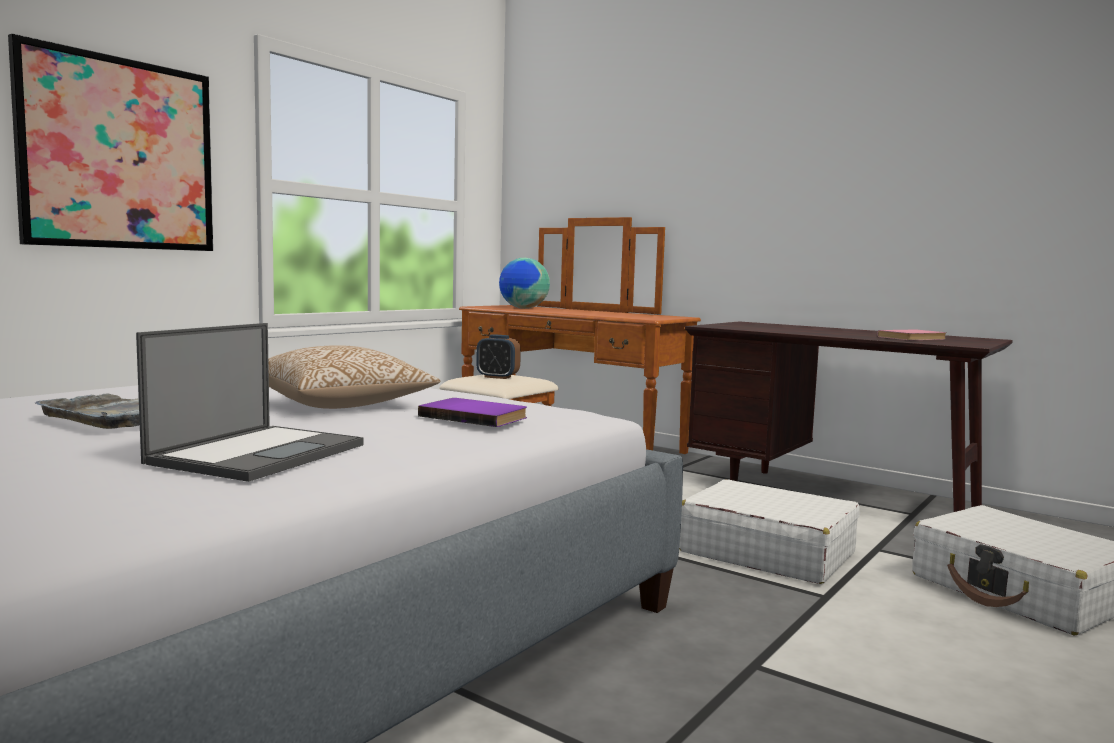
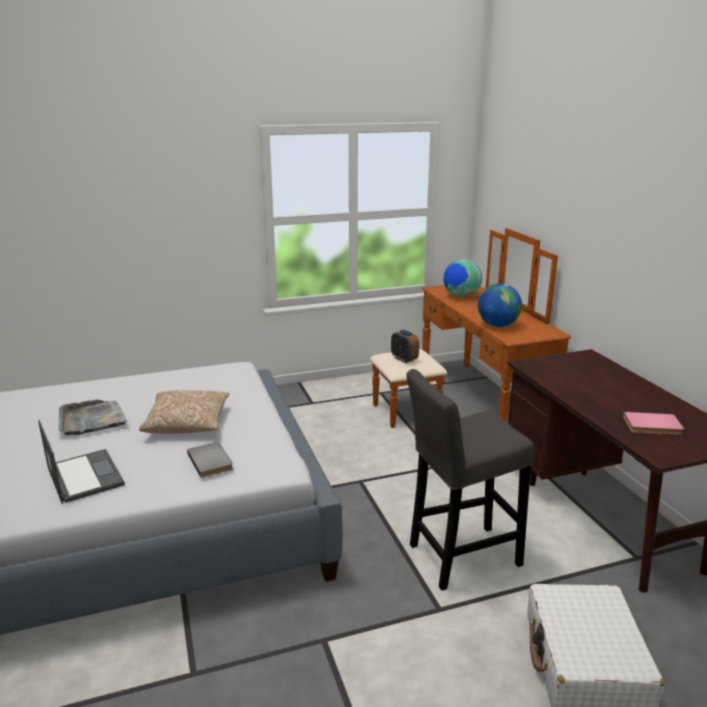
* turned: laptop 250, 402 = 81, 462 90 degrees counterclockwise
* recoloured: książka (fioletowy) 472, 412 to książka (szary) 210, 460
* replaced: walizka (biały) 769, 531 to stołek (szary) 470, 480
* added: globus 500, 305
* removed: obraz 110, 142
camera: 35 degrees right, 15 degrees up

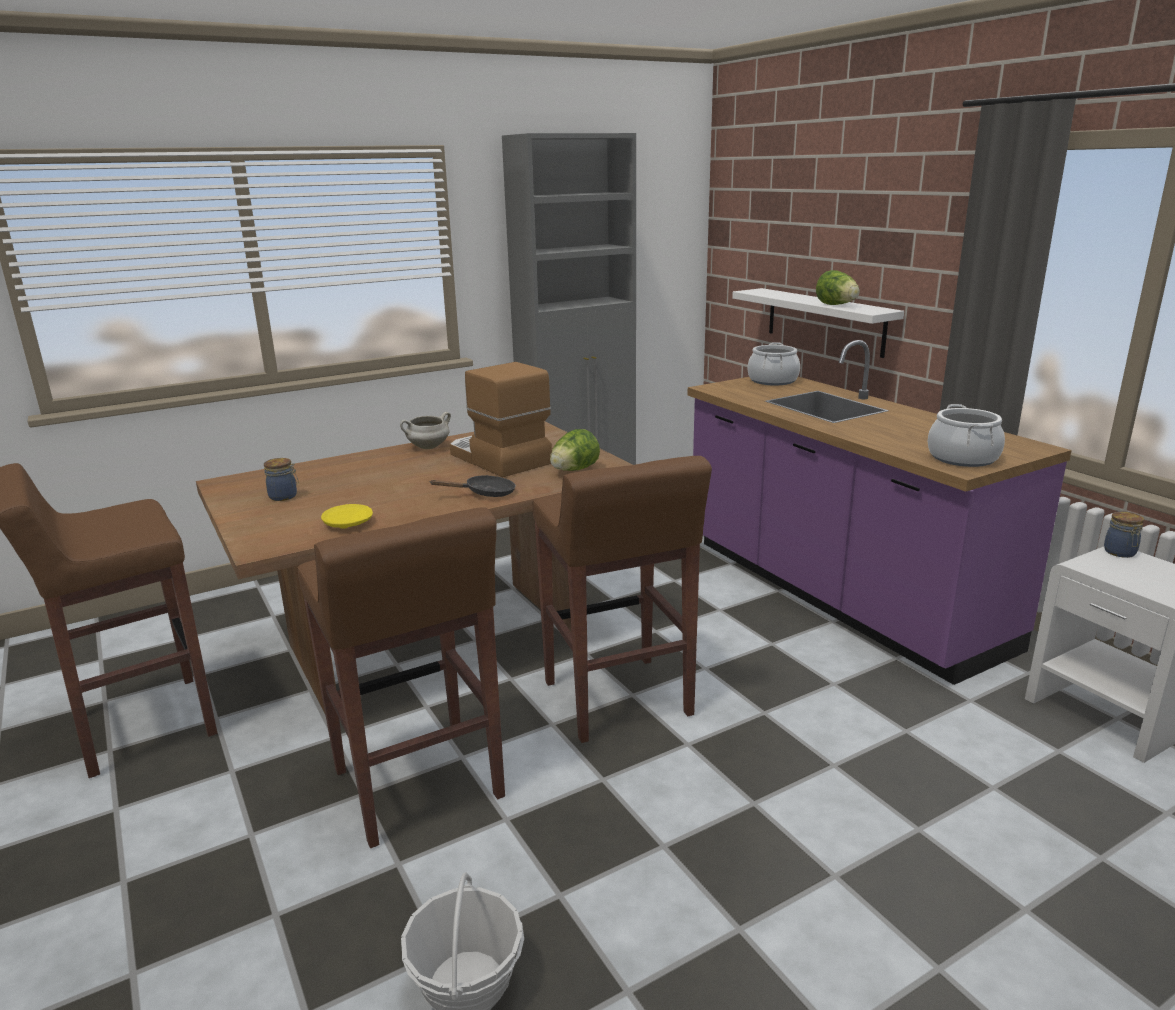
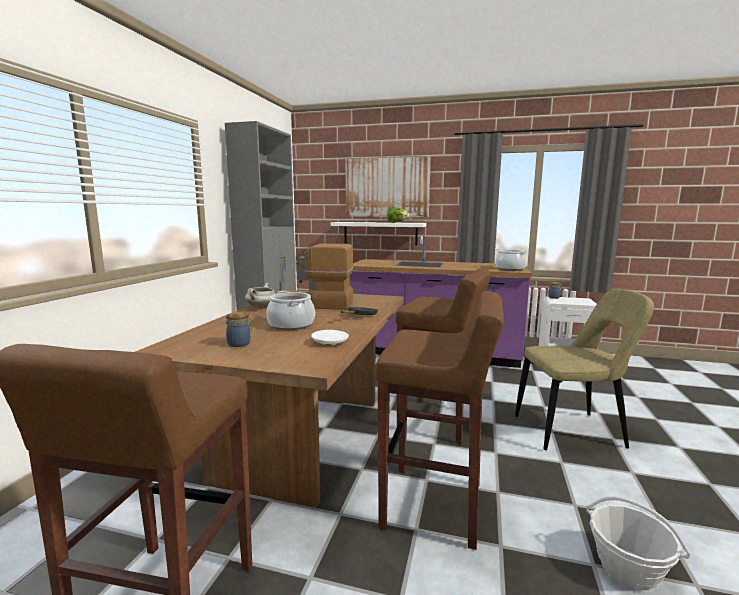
* moved: garnek 774, 364 to 291, 310
* recoloured: talerz (żółty) 347, 516 to talerz (biały) 330, 337
* added: obraz 388, 187
* added: krzesło (beżowy) 584, 370
* removed: sałata 575, 450
camera: 45 degrees left, 10 degrees down

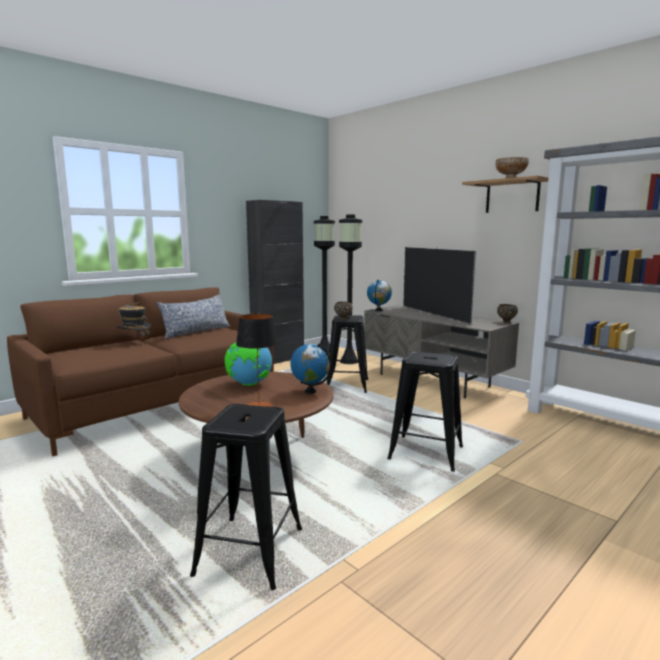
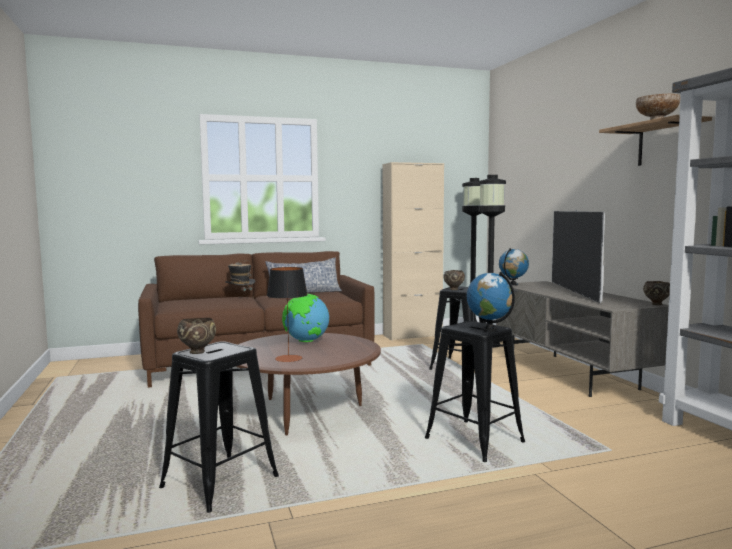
* added: miska (brązowy) 196, 336
* recoloured: szafka (czarny) 275, 282 to szafka (beżowy) 413, 251
* moved: globus 311, 369 to 491, 302
camera: 25 degrees right, 5 degrees down

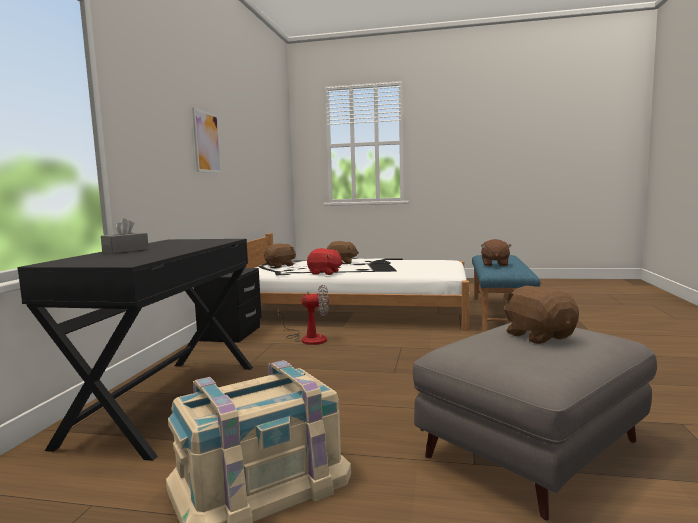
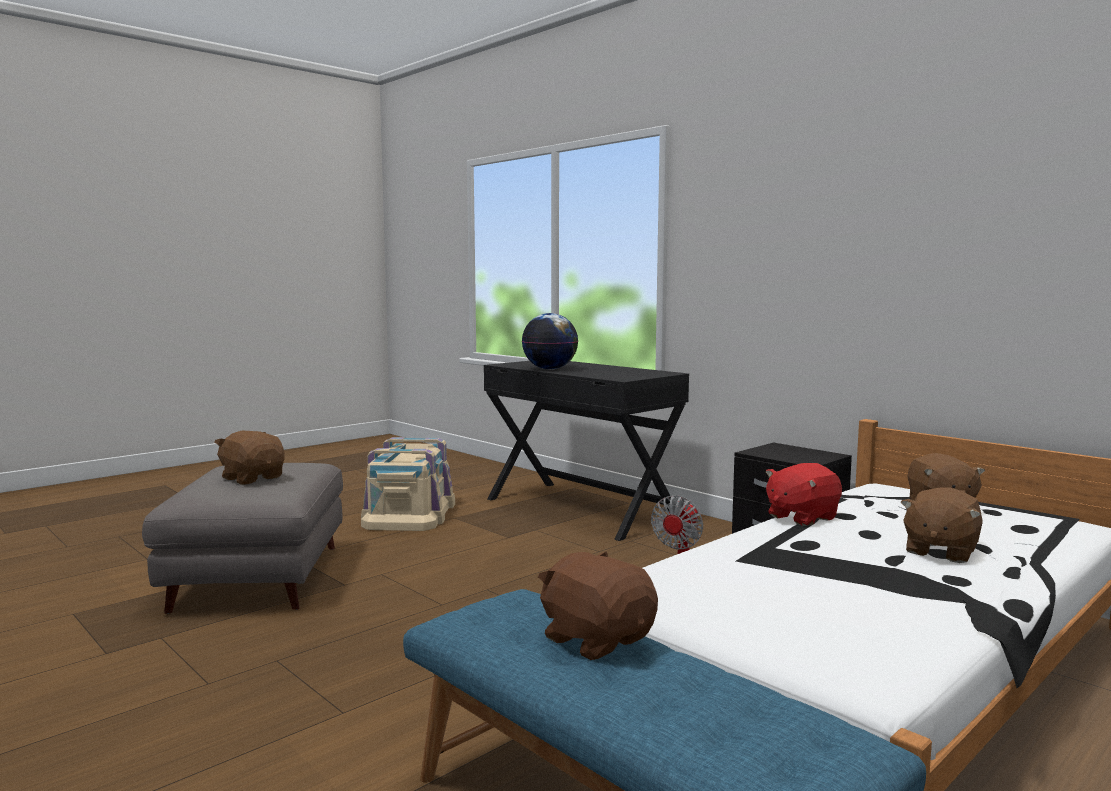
* turned: pluszak (brązowy) 541, 315 = 249, 457 150 degrees counterclockwise
* added: globus 550, 341
* removed: pudełko chusteczek (szary) 125, 236
* removed: obraz 207, 140
camera: 125 degrees right, 0 degrees up

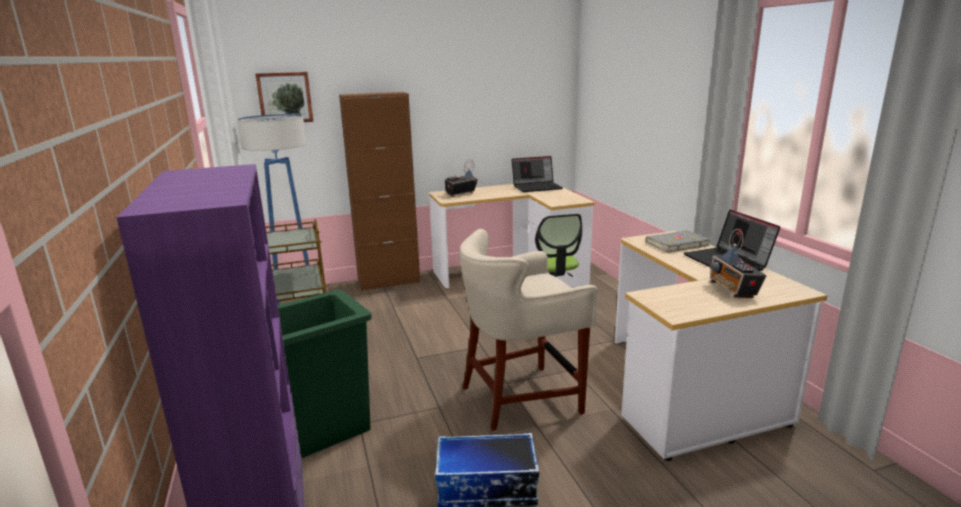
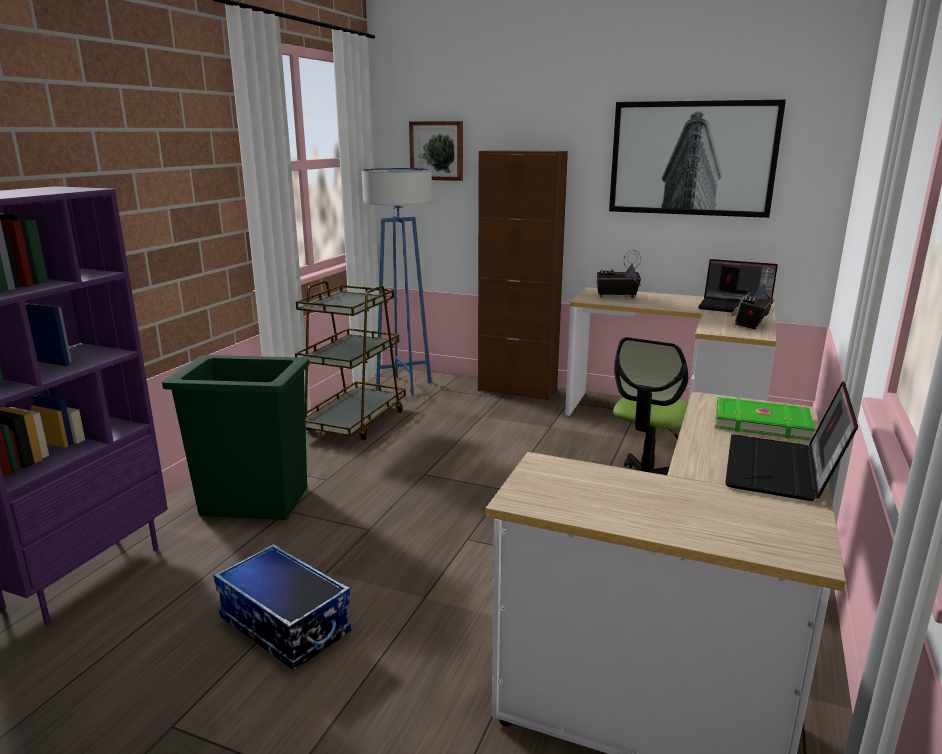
* added: obraz 697, 159
* recoloured: książka (szary) 678, 241 to książka (zielony) 765, 419
* moved: radio 738, 263 to 752, 299
* removed: stołek (beżowy) 529, 330
camera: 40 degrees right, 0 degrees up

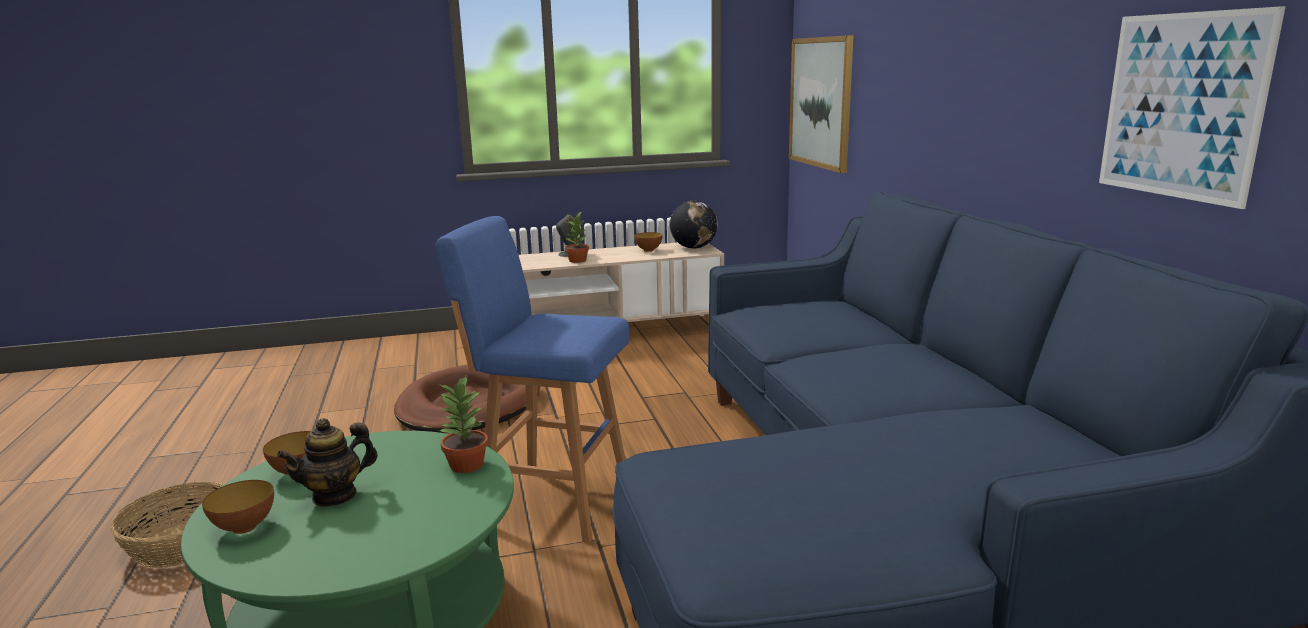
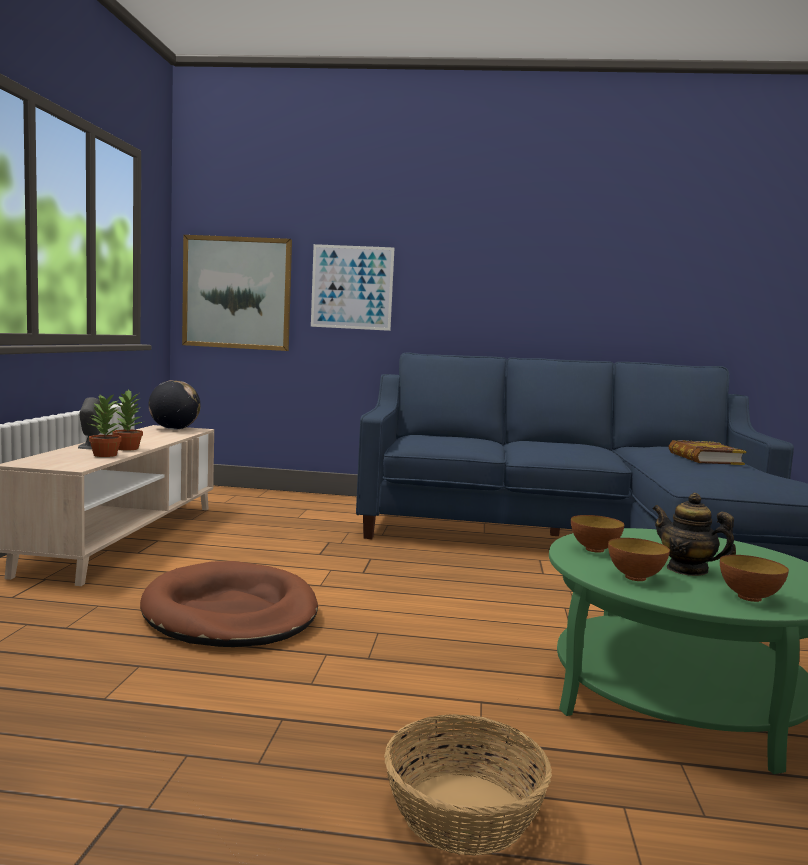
* moved: roślina doniczkowa 462, 424 to 105, 425
* moved: obraz 1192, 107 to 352, 287
* moved: miska 648, 242 to 597, 534
* turned: imbryk 327, 462 = 694, 534 150 degrees clockwise
* added: książka 707, 452
* removed: stołek (niebieski) 533, 379
camera: 70 degrees left, 10 degrees down

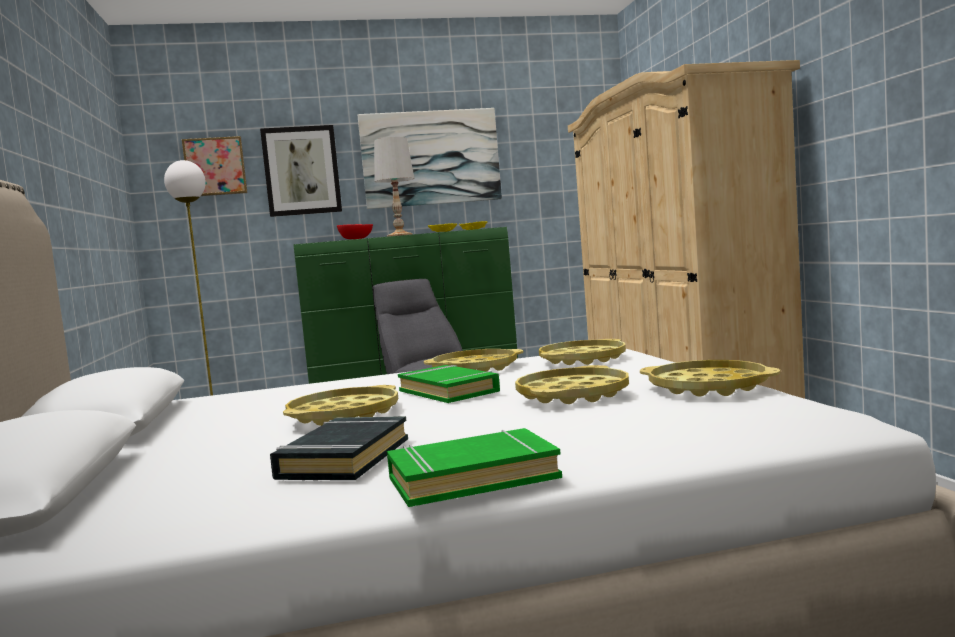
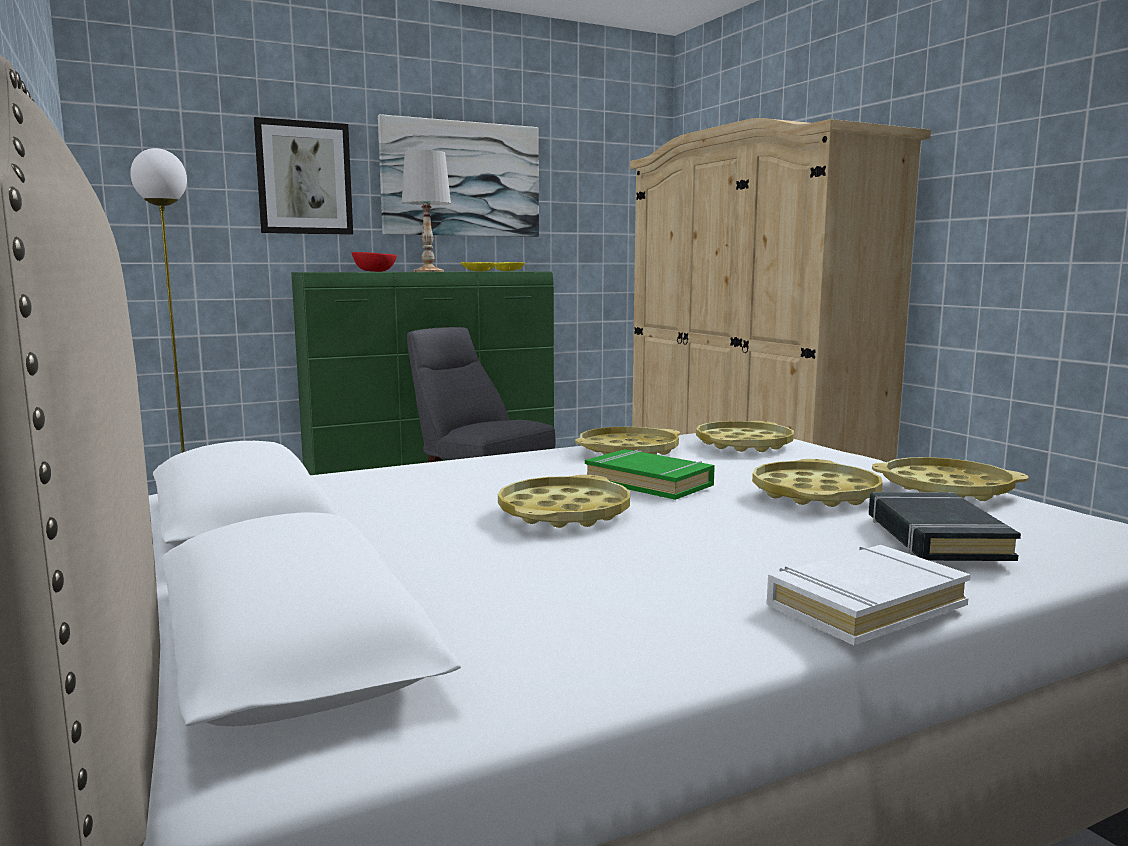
* recoloured: książka (zielony) 474, 467 to książka (biały) 869, 595
* moved: książka (czarny) 339, 448 to 945, 526
* removed: obraz 215, 166
camera: 15 degrees left, 5 degrees up

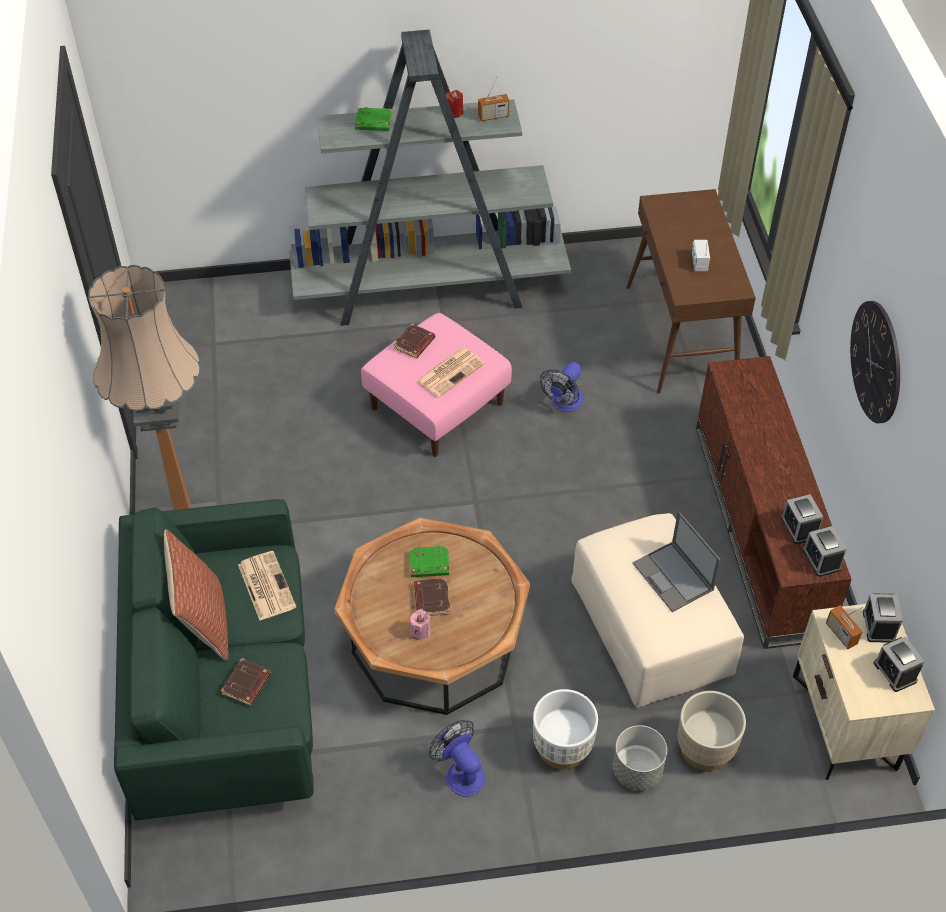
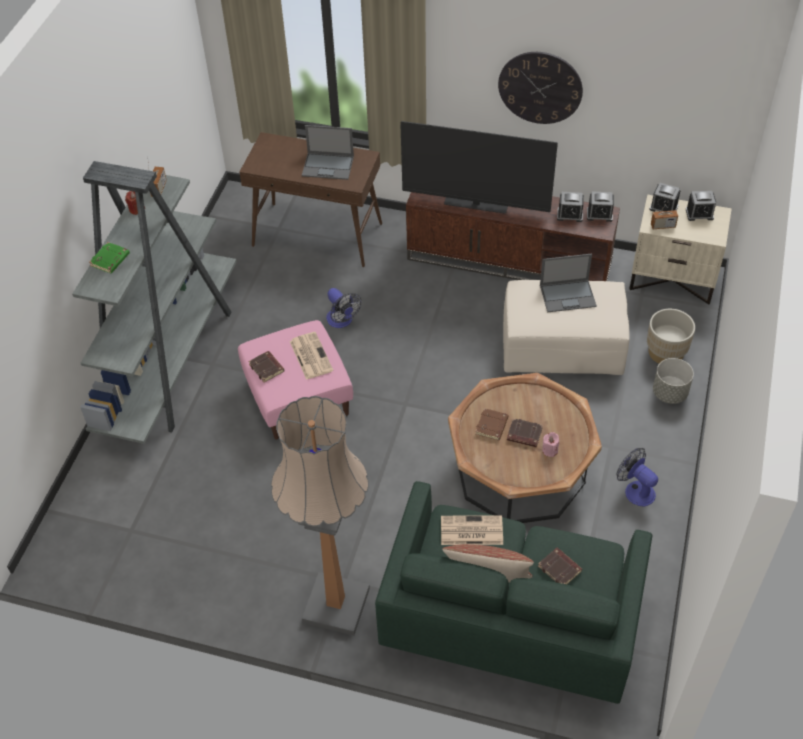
* replaced: radio 701, 255 to laptop 328, 152
* added: telewizor 479, 167
* recoloured: książka (zielony) 429, 561 to książka (brązowy) 491, 424
* turned: wentylator 457, 758 = 637, 477 60 degrees clockwise
* removed: donica (biały) 565, 729
camera: 65 degrees left, 0 degrees up

